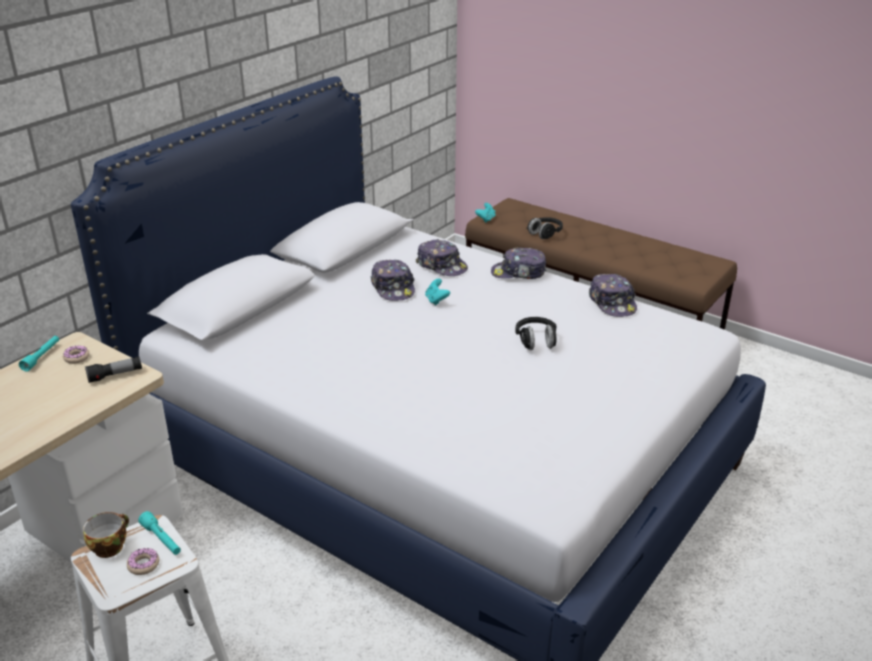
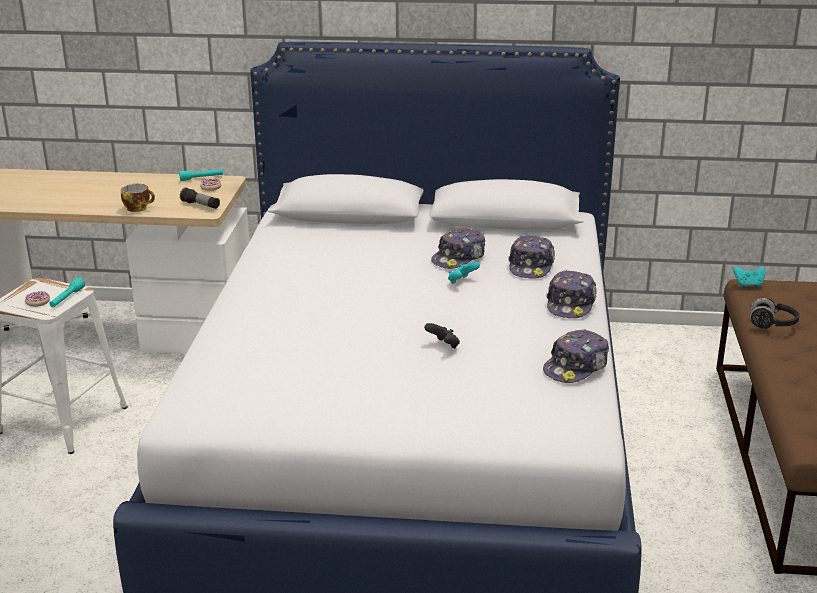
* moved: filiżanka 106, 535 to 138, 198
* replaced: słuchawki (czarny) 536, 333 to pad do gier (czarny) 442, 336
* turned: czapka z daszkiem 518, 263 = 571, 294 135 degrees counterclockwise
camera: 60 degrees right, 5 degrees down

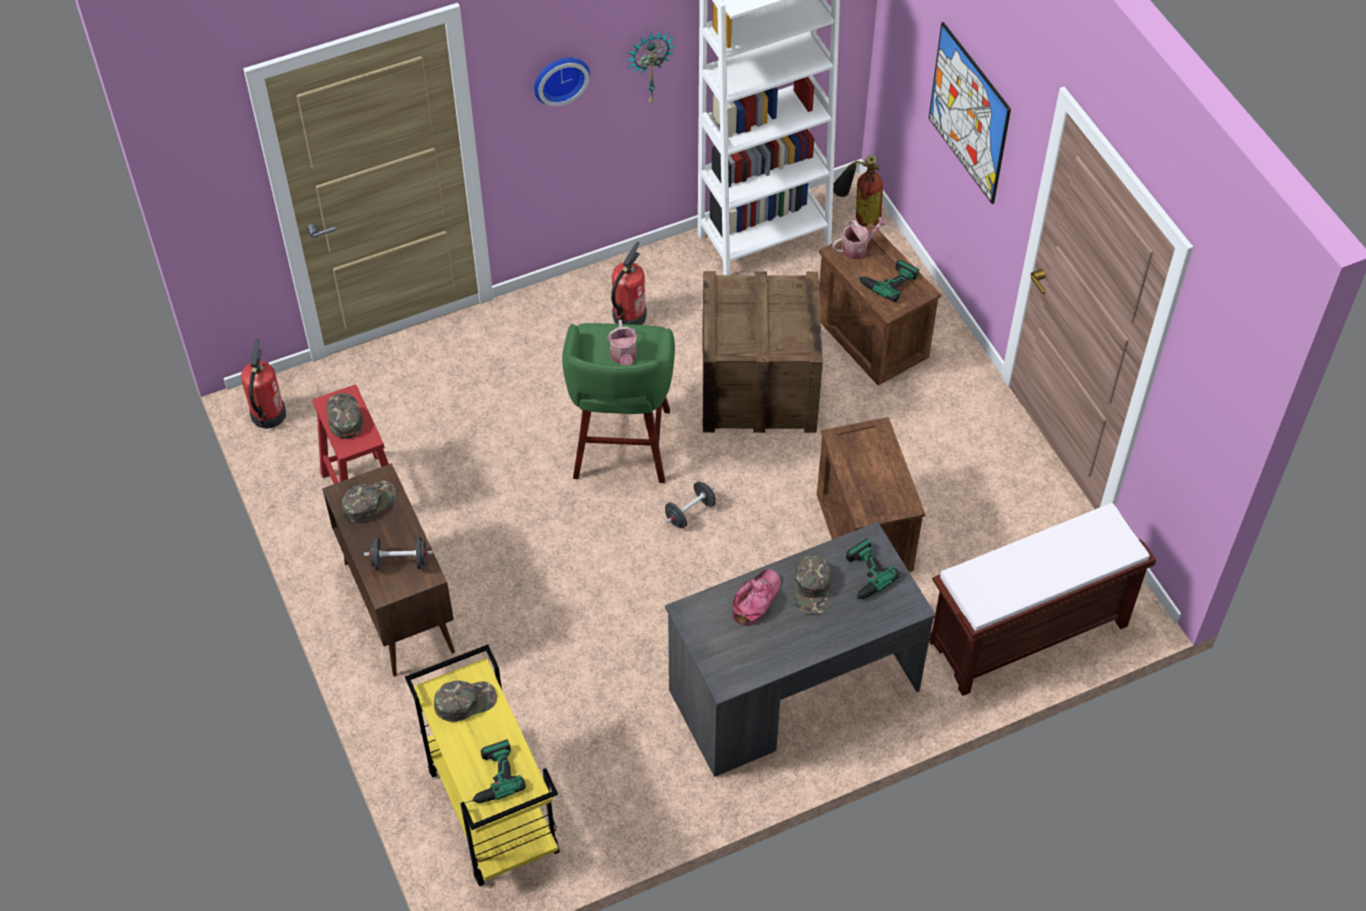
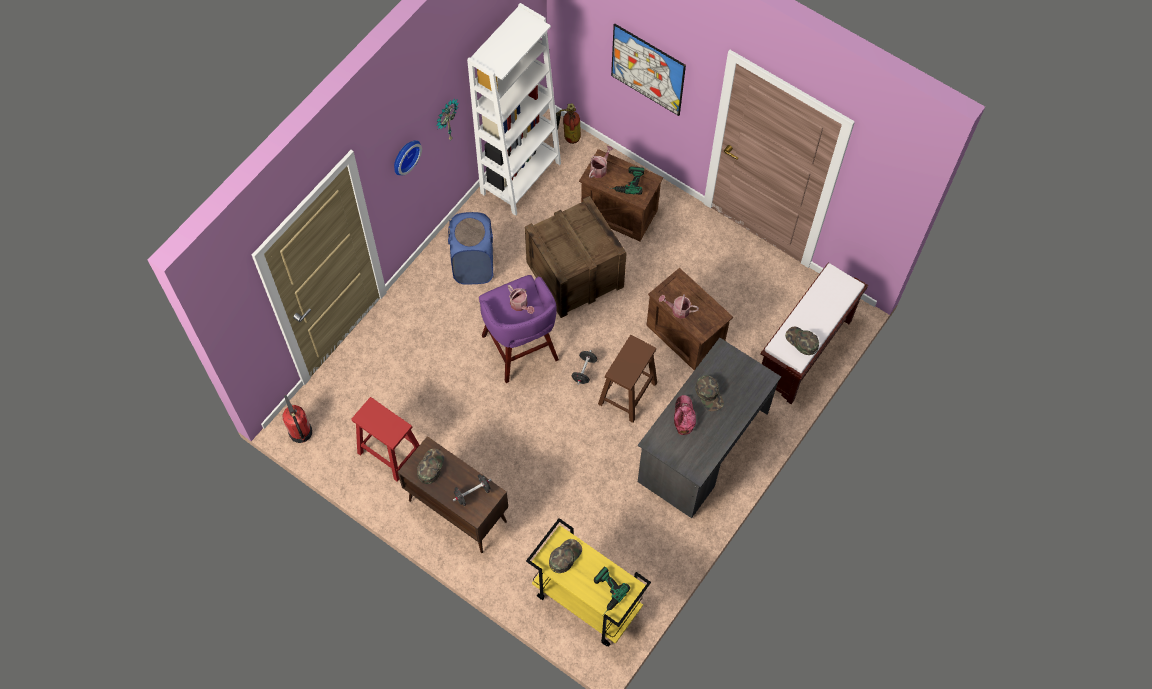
* replaced: gaśnica 629, 283 to kosz na pranie (niebieski) 471, 248
* recoloured: stołek (zielony) 618, 403 to stołek (fioletowy) 519, 329
* added: stołek (brązowy) 627, 379
* added: konewka 679, 306
* moved: czapka z daszkiem (zielony) 344, 416 to 802, 340
* removed: wiertarka 872, 571
camera: 30 degrees left, 10 degrees up

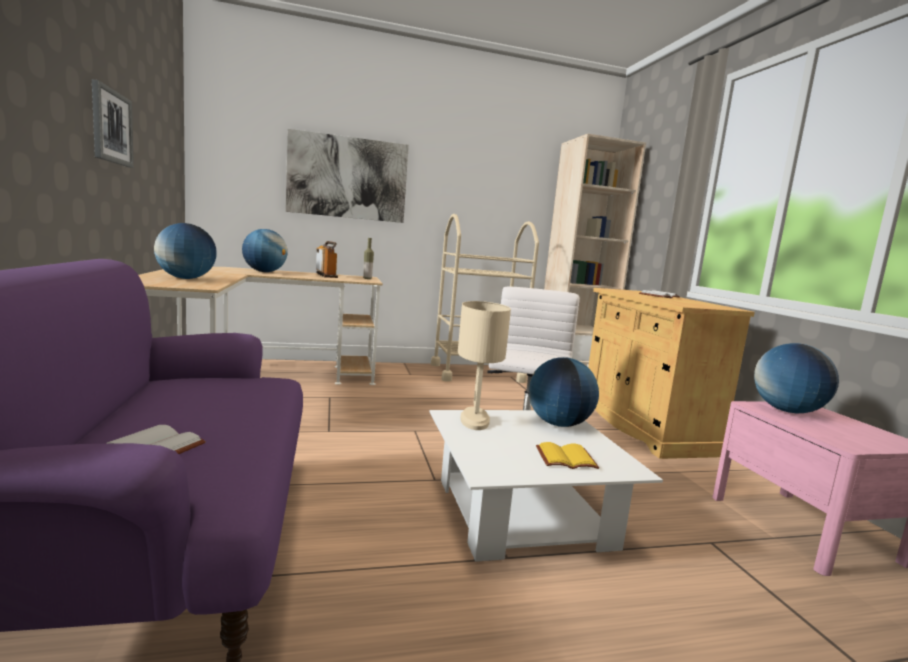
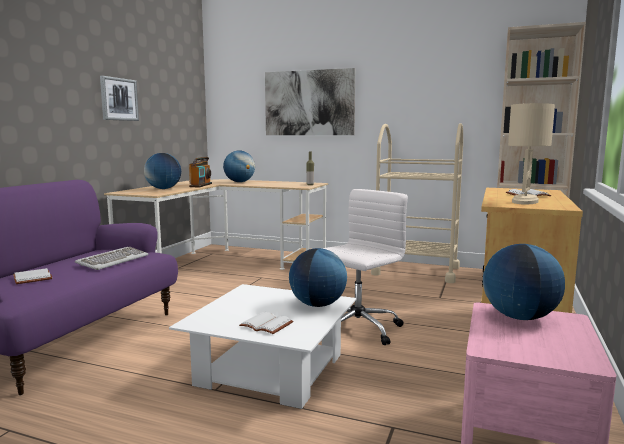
* added: klawiatura 112, 258
* moved: radio 327, 259 to 200, 172
* recoloured: książka (żółty) 567, 455 to książka (biały) 266, 323
* moved: lampa stołowa (beżowy) 484, 365 to 531, 153
camera: 35 degrees right, 0 degrees up

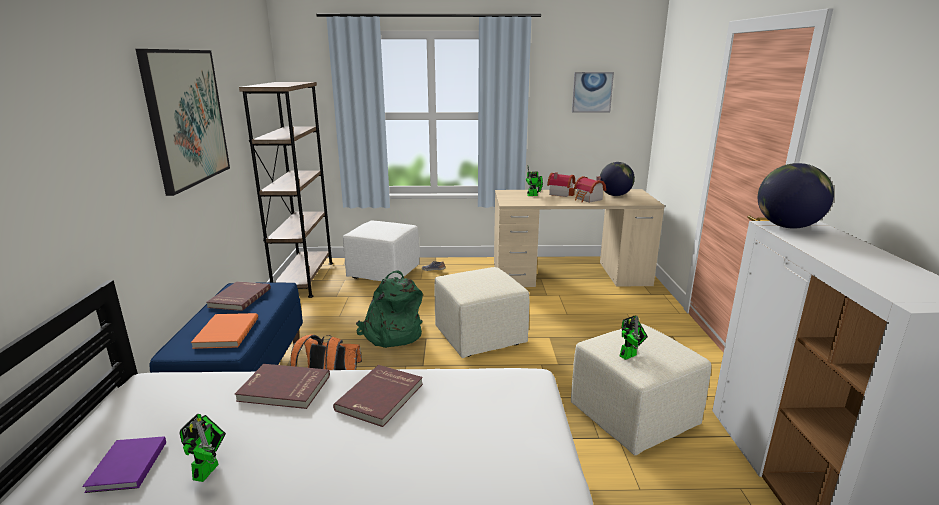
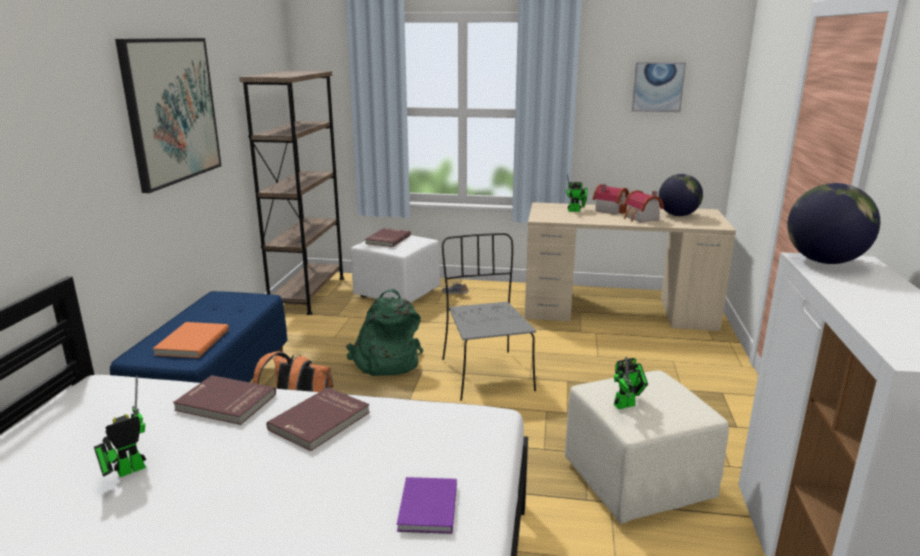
* turned: robot zabawkowy 203, 448 = 120, 426 150 degrees counterclockwise
* moved: książka (czerwony) 238, 296 to 388, 237
* moved: książka (fioletowy) 124, 464 to 427, 505
* replaced: pufa (beżowy) 481, 312 to krzesło (szary) 489, 317
camera: 10 degrees right, 0 degrees up

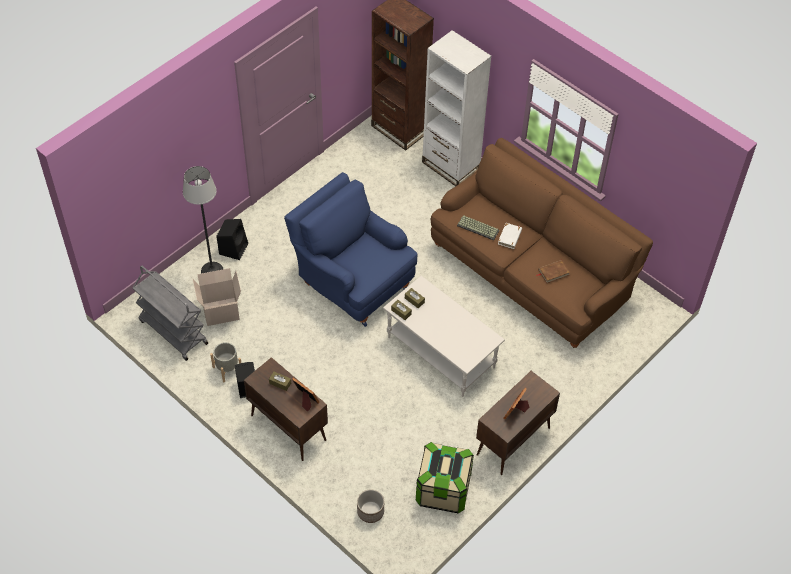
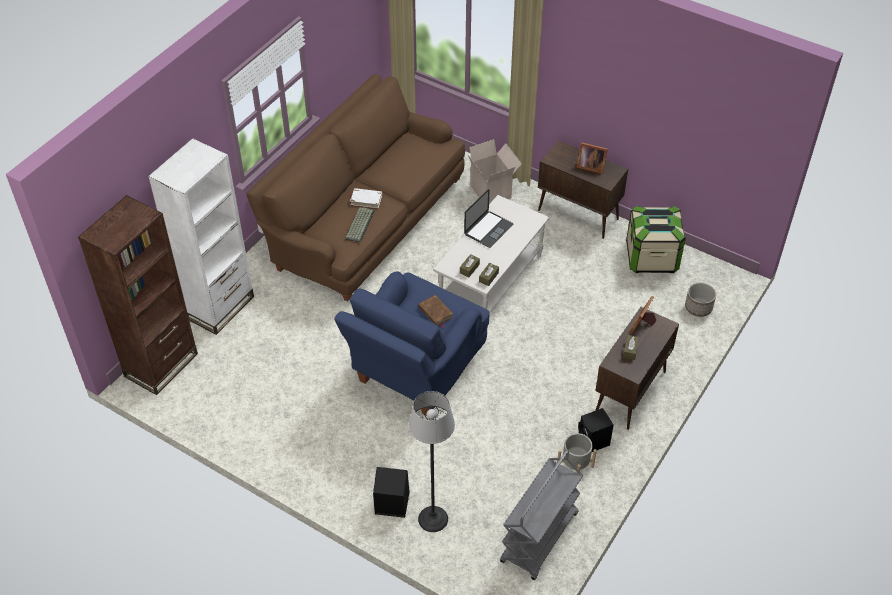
* moved: książka (brązowy) 553, 271 to 435, 311
* added: laptop 488, 218
* moved: karton 217, 297 to 494, 171
camera: 100 degrees left, 5 degrees down

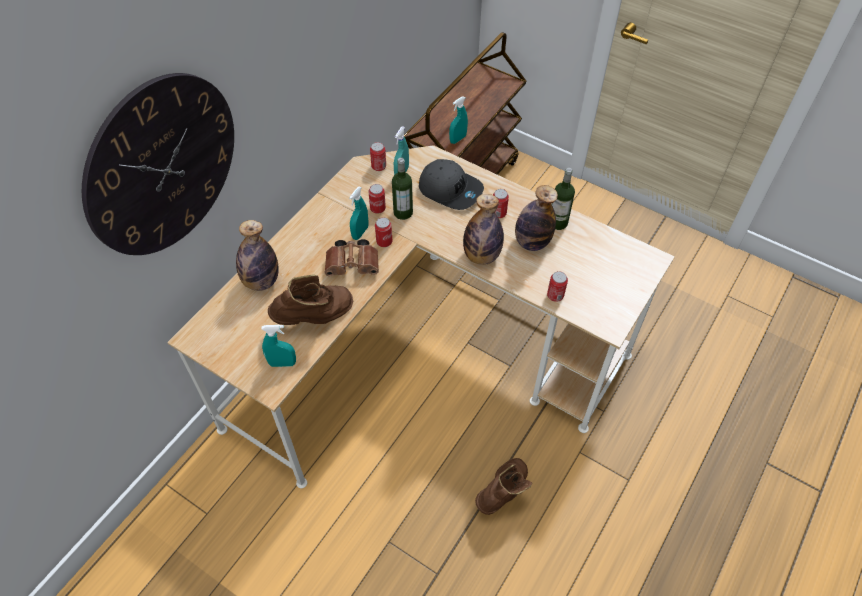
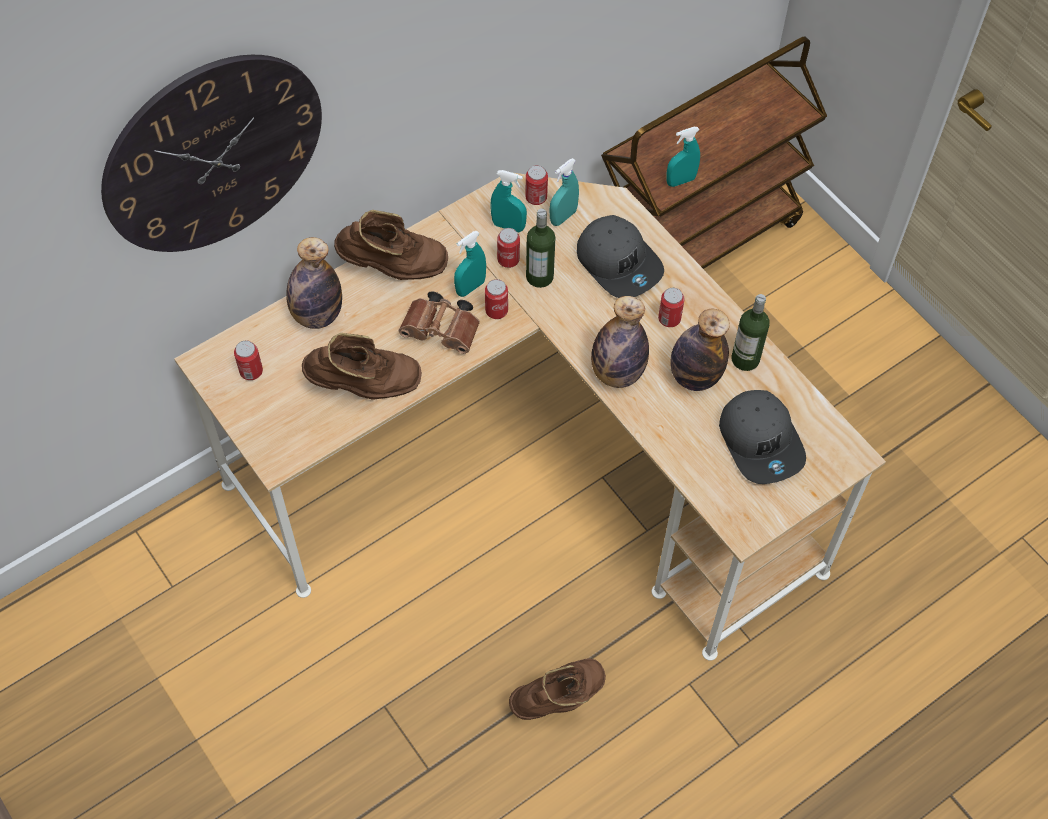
* moved: puszka 557, 286 to 248, 360
* added: but z cholewką (brązowy) 391, 245
* moved: spryskiwacz (turkusowy) 278, 346 to 508, 201
* added: czapka z daszkiem (szary) 762, 437
camera: 20 degrees right, 5 degrees up

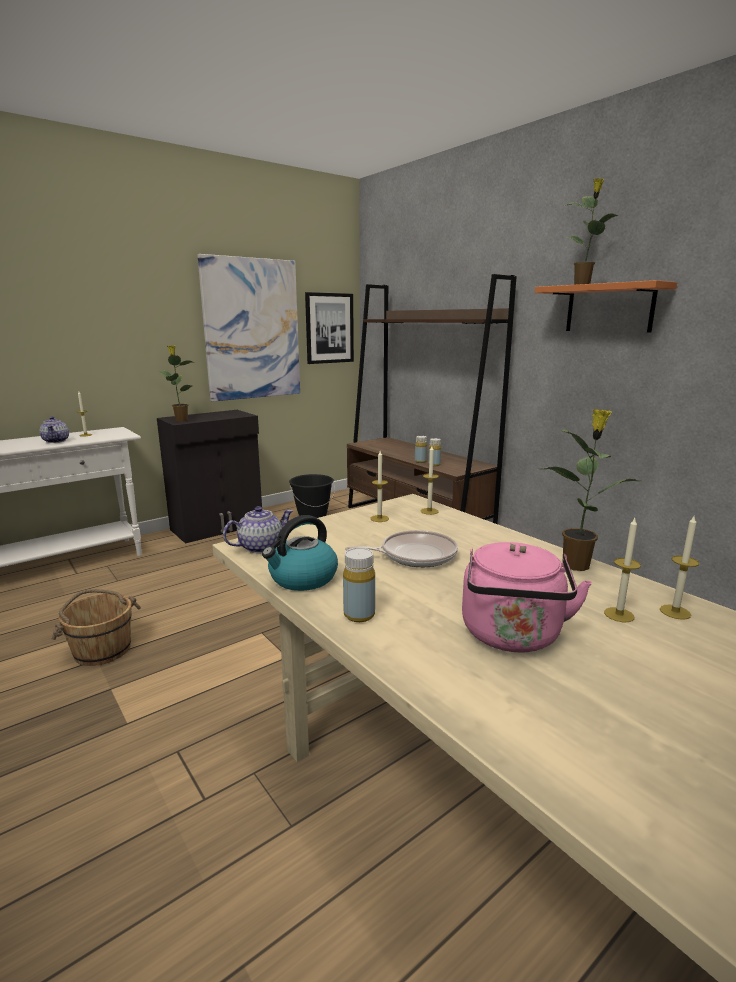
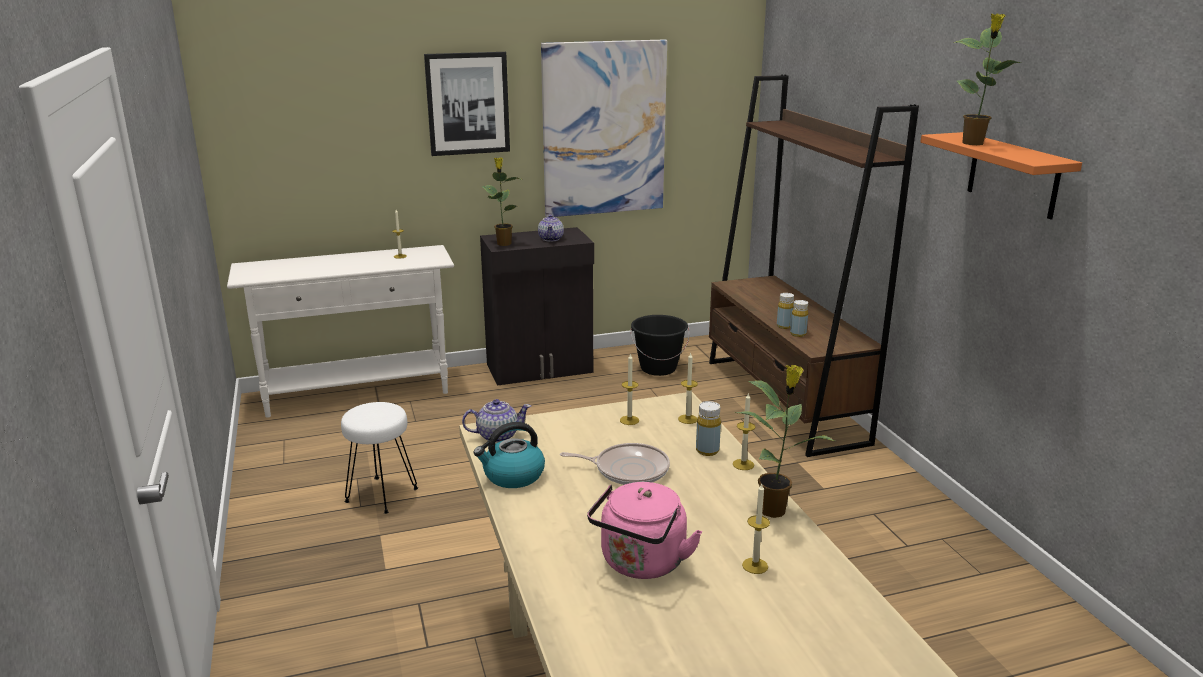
* replaced: wiadro (brązowy) 96, 627 to stołek (biały) 379, 458
* moved: obraz 329, 328 to 467, 104
* moved: imbryk 54, 429 to 551, 228
* moved: butelka (żółty) 359, 585 to 708, 428
* moved: świeca 679, 568 to 744, 431
camera: 20 degrees right, 5 degrees up

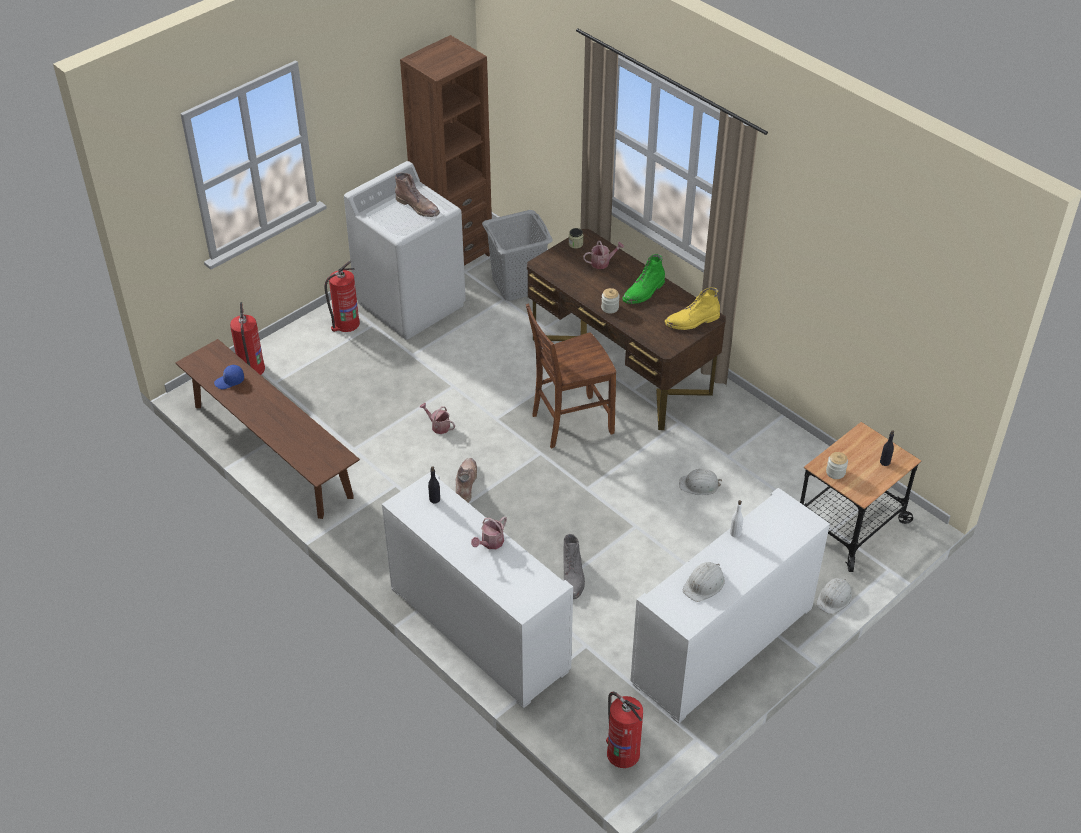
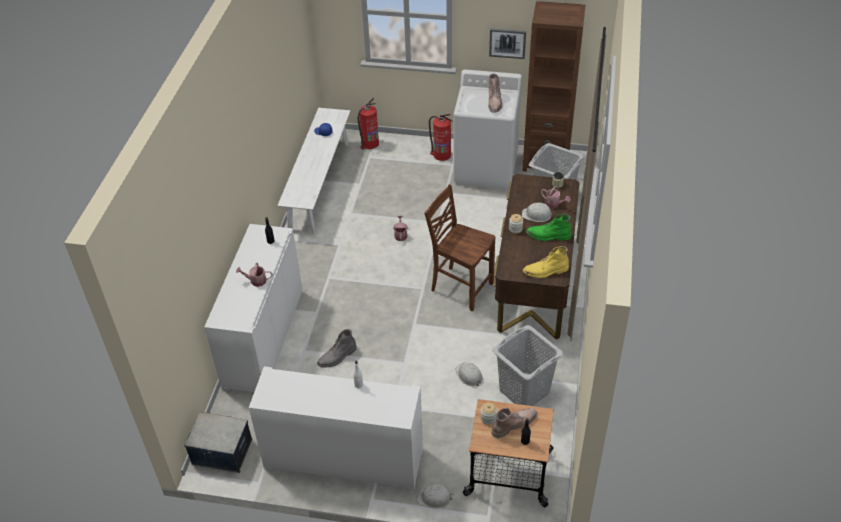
* replaced: gaśnica 624, 730 to pojemnik do przechowywania 218, 442
* recoloured: ławka (brązowy) 267, 429 to ławka (biały) 313, 171
* added: obraz 507, 43
* moved: but z cholewką (brązowy) 466, 480 to 514, 423
* added: kosz na pranie (szary) 528, 365
* moved: kask (biały) 704, 582 to 538, 212
* turned: but z cholewką (żółty) 692, 309 = 546, 262 45 degrees counterclockwise
camera: 55 degrees right, 0 degrees up

